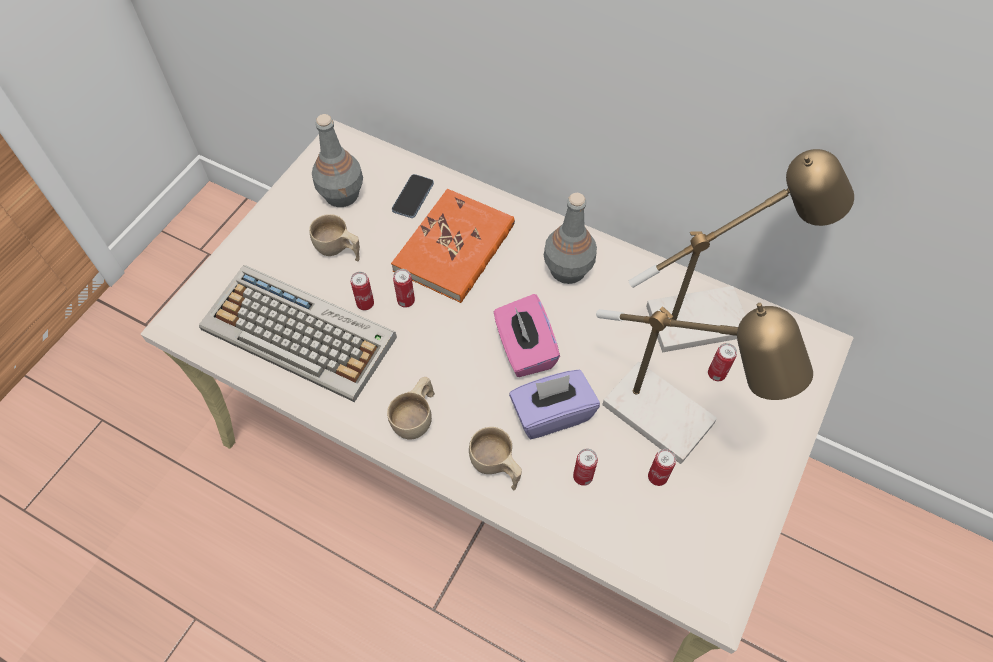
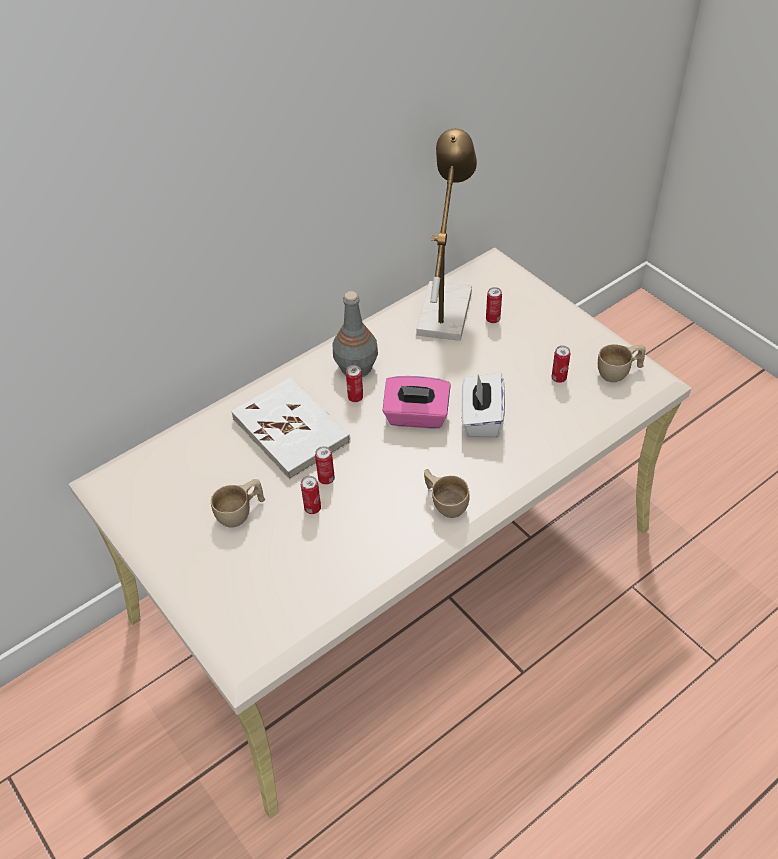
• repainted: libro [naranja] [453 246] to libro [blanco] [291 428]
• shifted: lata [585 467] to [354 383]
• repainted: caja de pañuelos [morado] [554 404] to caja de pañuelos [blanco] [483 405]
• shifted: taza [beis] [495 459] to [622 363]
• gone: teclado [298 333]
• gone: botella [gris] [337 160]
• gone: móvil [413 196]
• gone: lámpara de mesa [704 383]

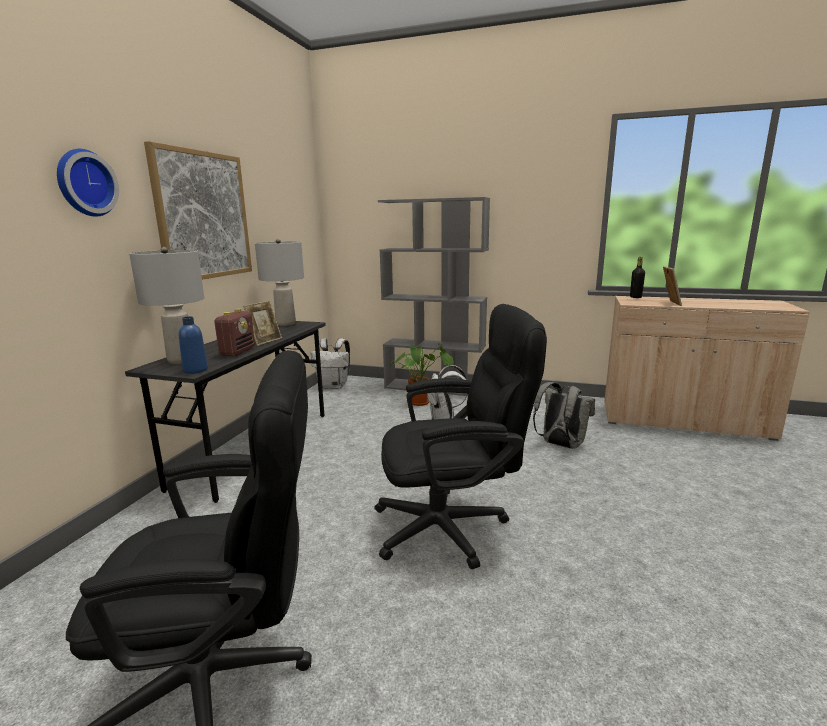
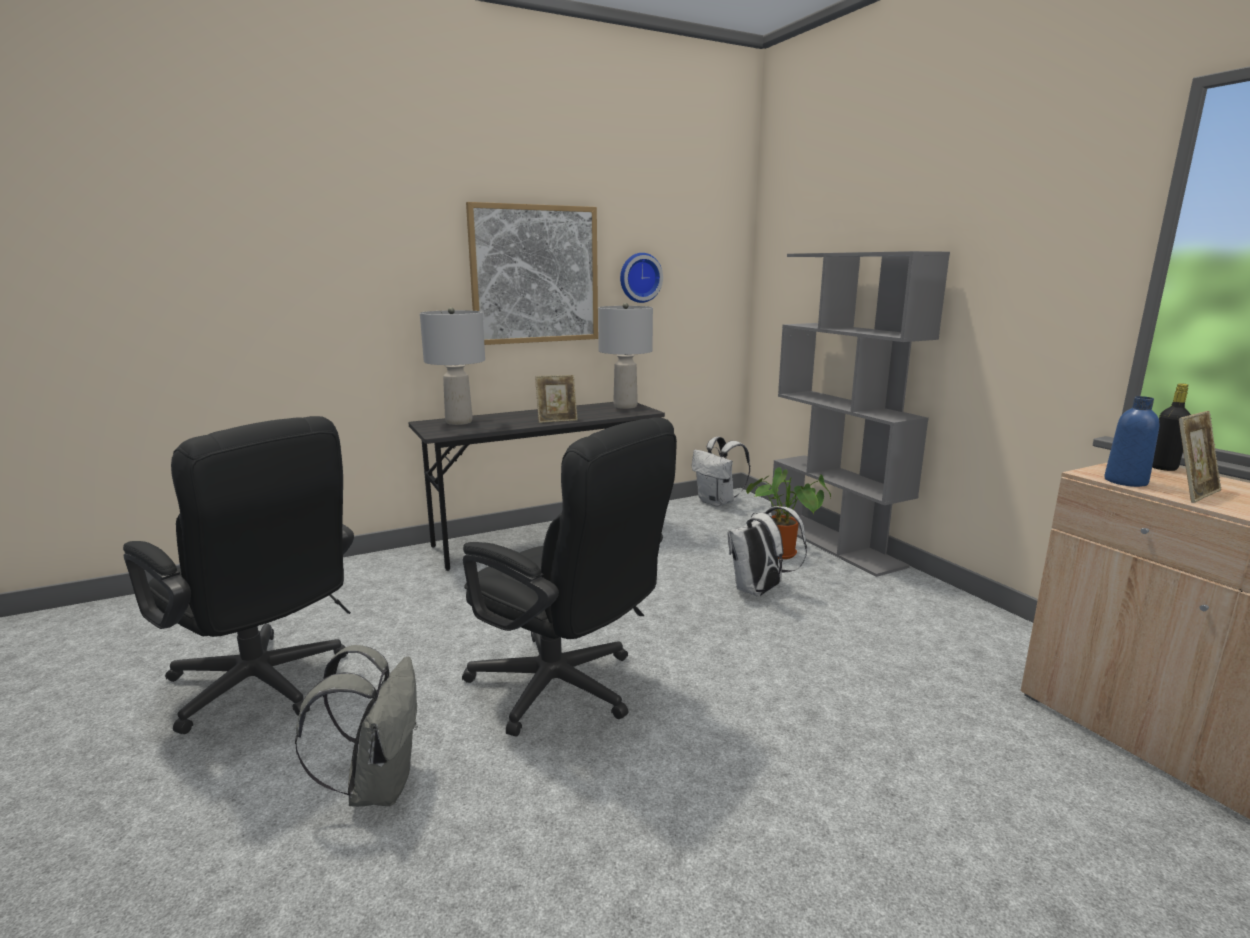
• shifted: mochila [gris] [564 415] to [356 726]
• shifted: reloj de pared [88 183] to [641 278]
• shifted: botella [azul] [193 345] to [1131 441]
• gone: radio [235 332]

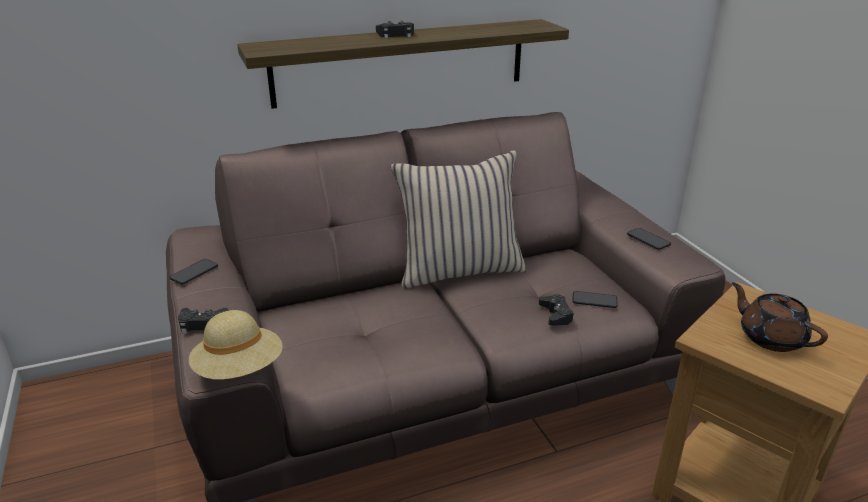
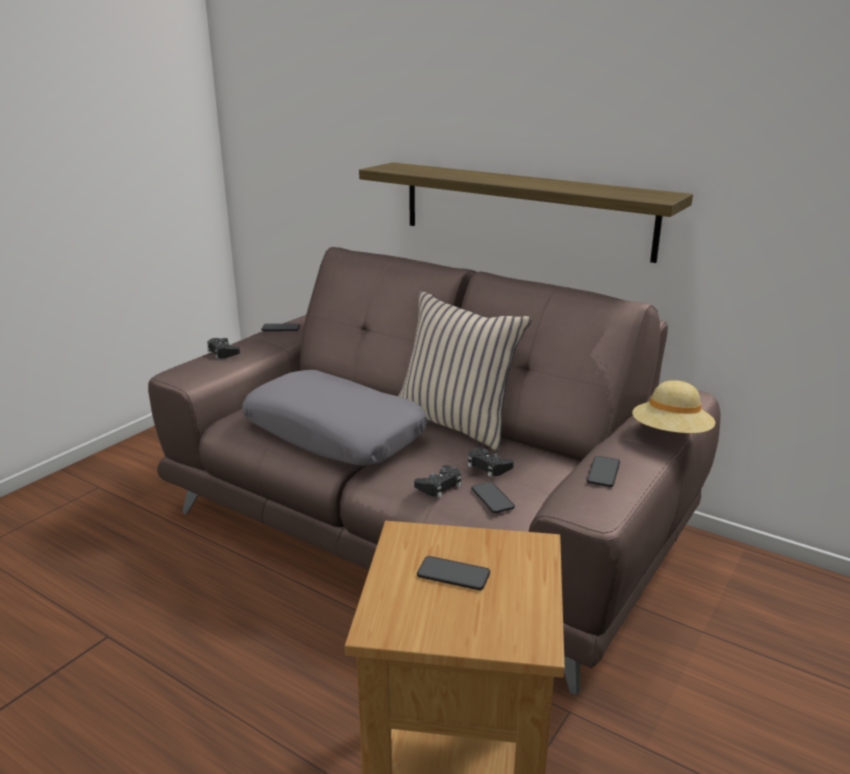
• new: cojín [gris] [334 417]
• swapped: tetera [marrón] [780 317] to móvil [453 573]
• shifted: mando de consola [negro] [395 29] to [491 462]
• shifted: sombrero [beis] [236 345] to [673 406]

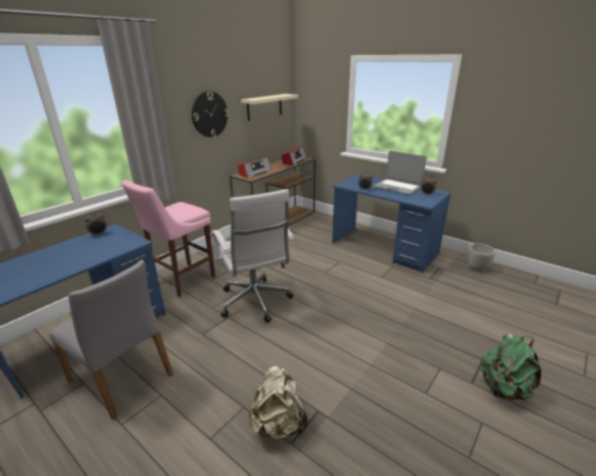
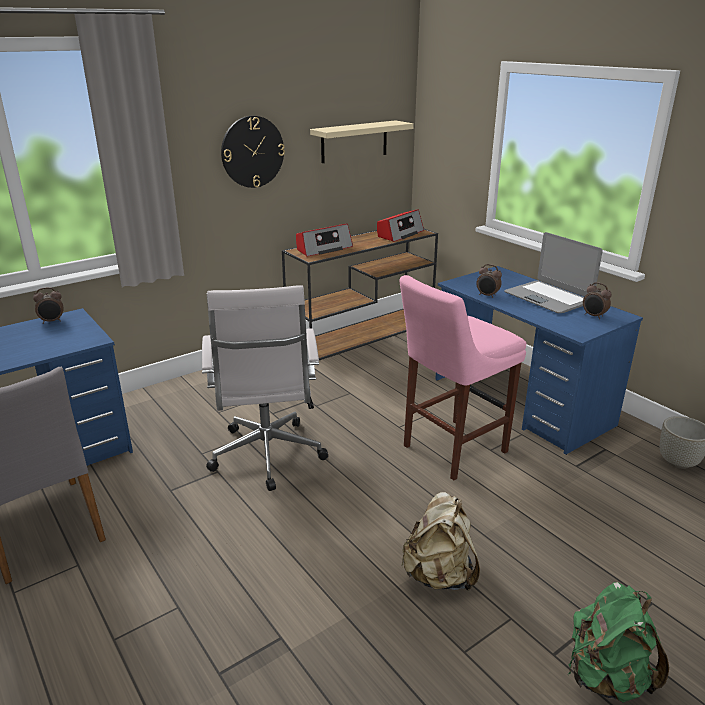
• shifted: taburete [rosa] [168 238] to [463 377]
• shifted: mochila [beis] [278 403] to [440 541]

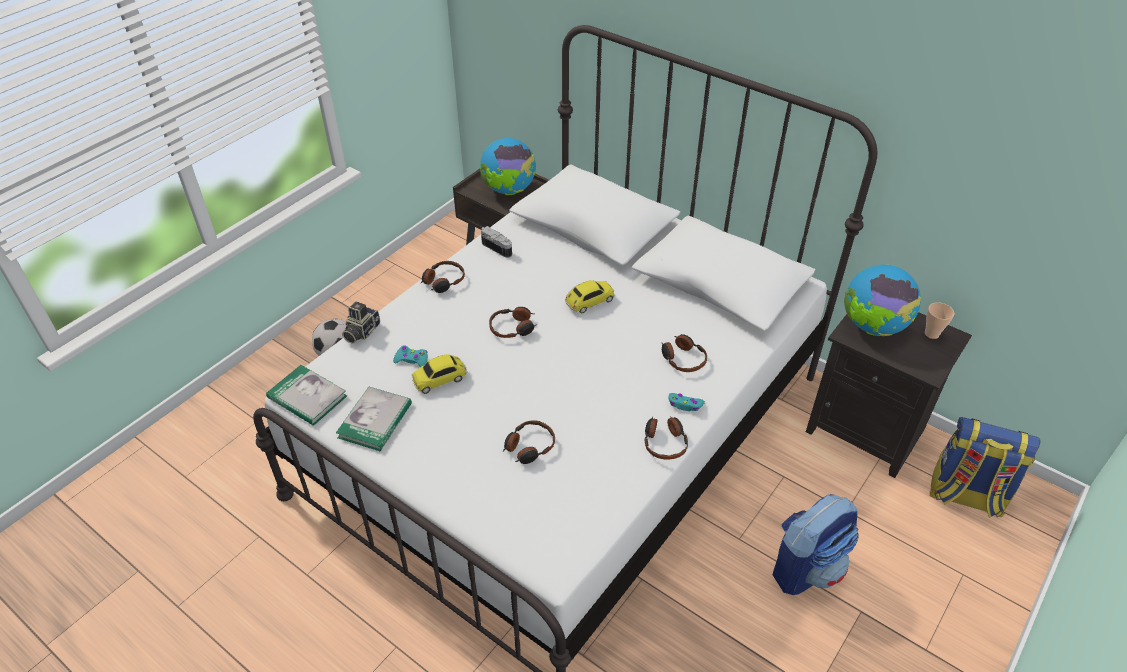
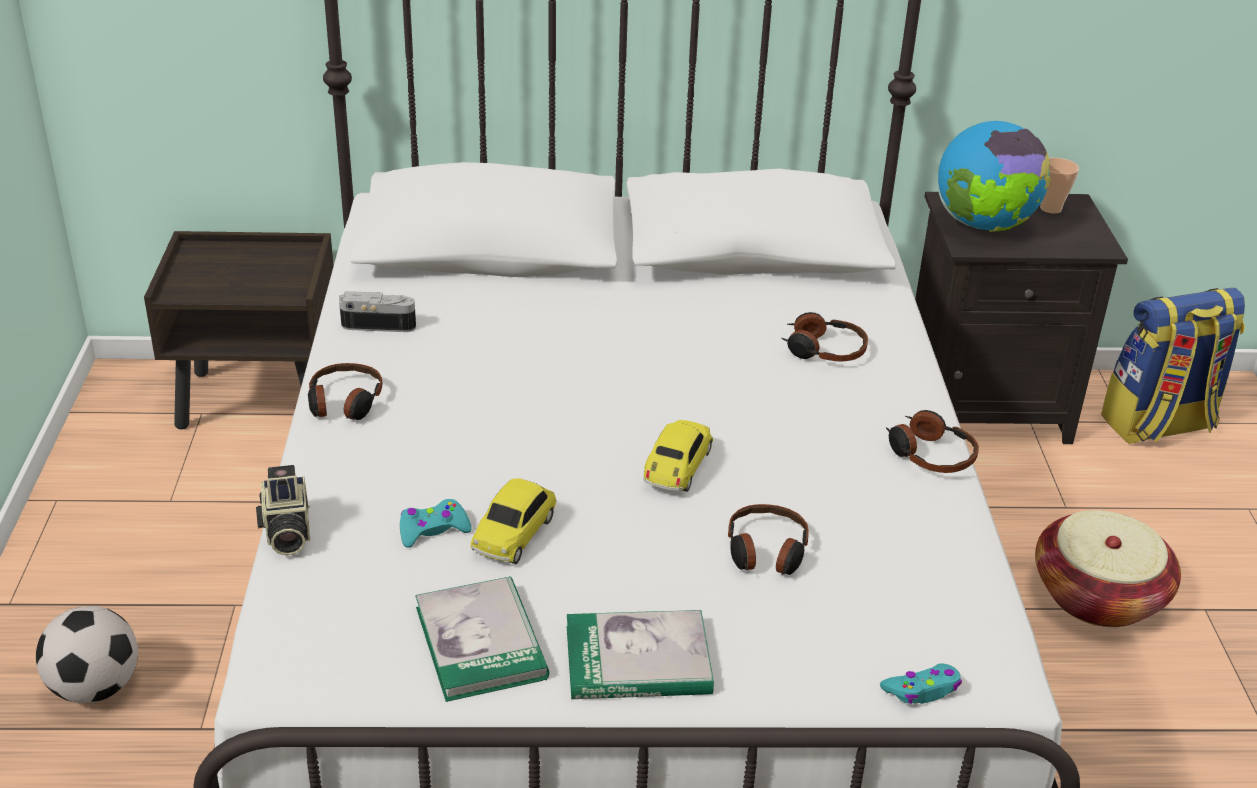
• shifted: libro [306 395] to [640 654]
• shifted: coche de juguete [589 296] to [678 456]
• shifted: mando de consola [turquesa] [686 402] to [921 683]
• swapped: mochila [816 544] to cesta [1108 568]
• gone: globo terráqueo [508 166]
• gone: auriculares [513 322]

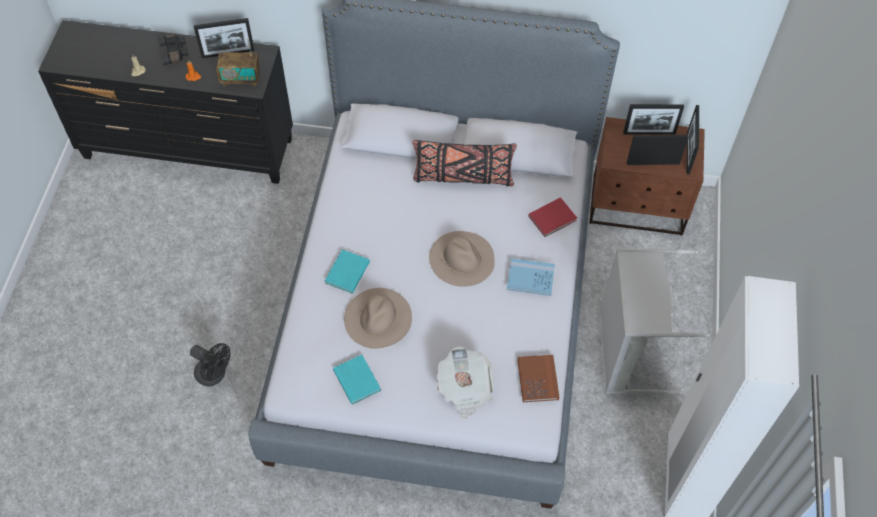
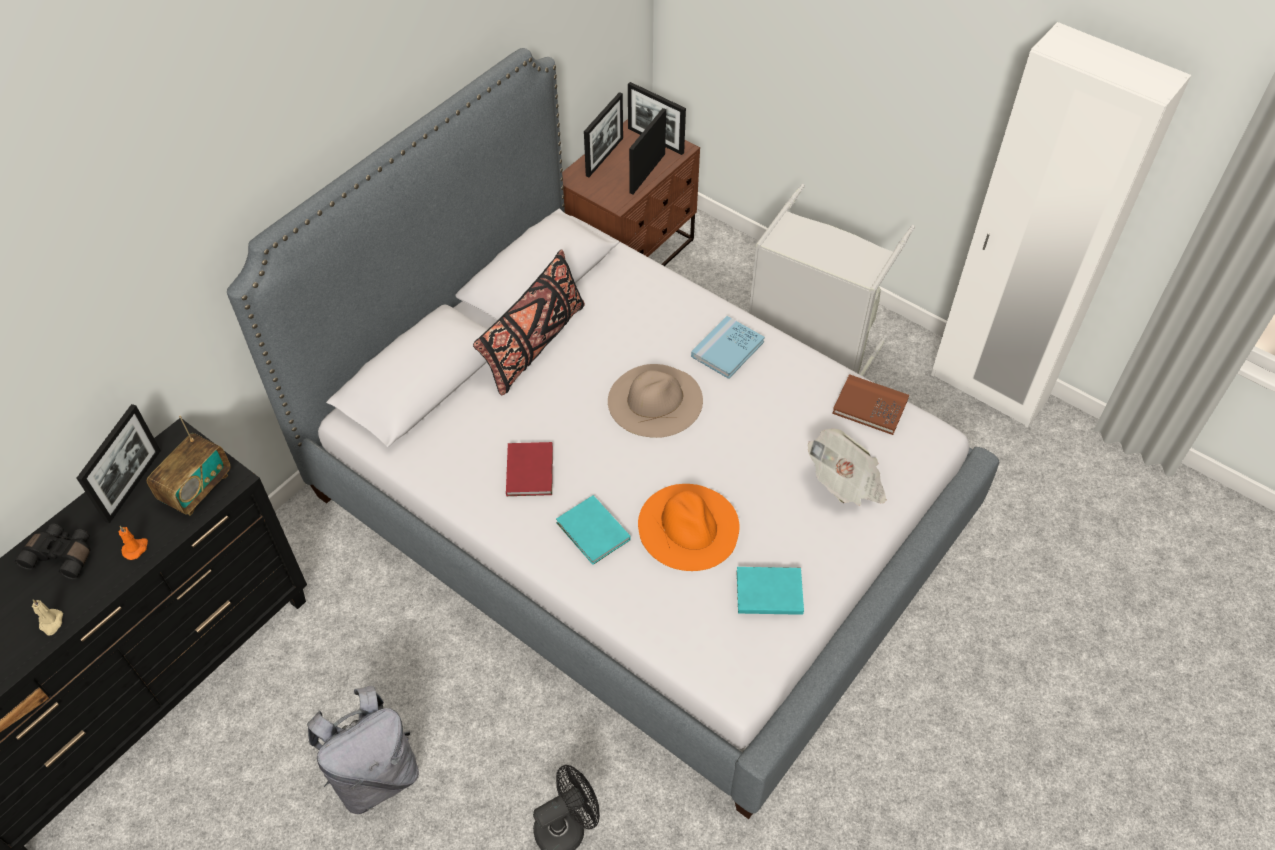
• new: mochila [gris] [363 750]
• shifted: libro [rojo] [552 217] to [529 469]
• repainted: sombrero [beis] [378 318] to sombrero [naranja] [689 527]

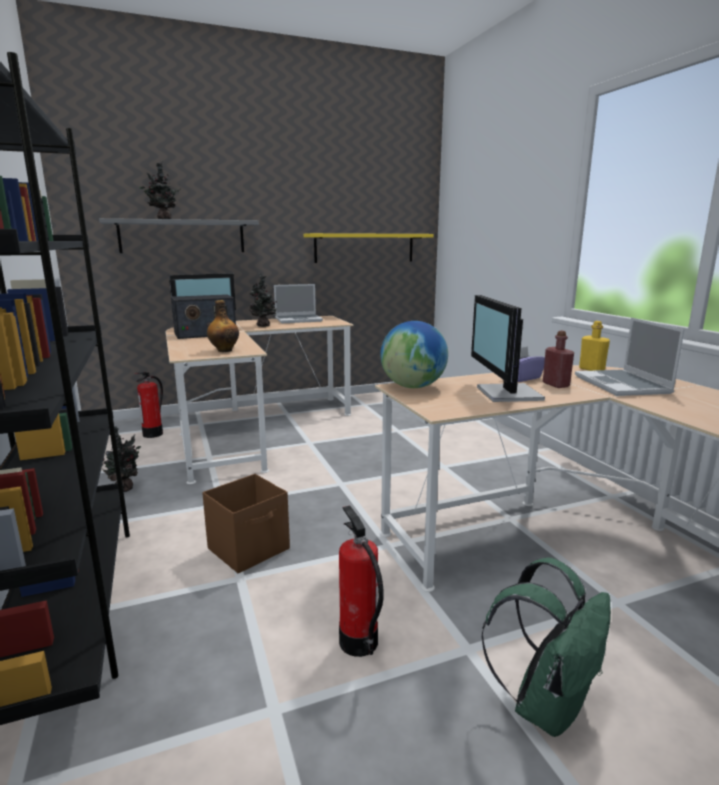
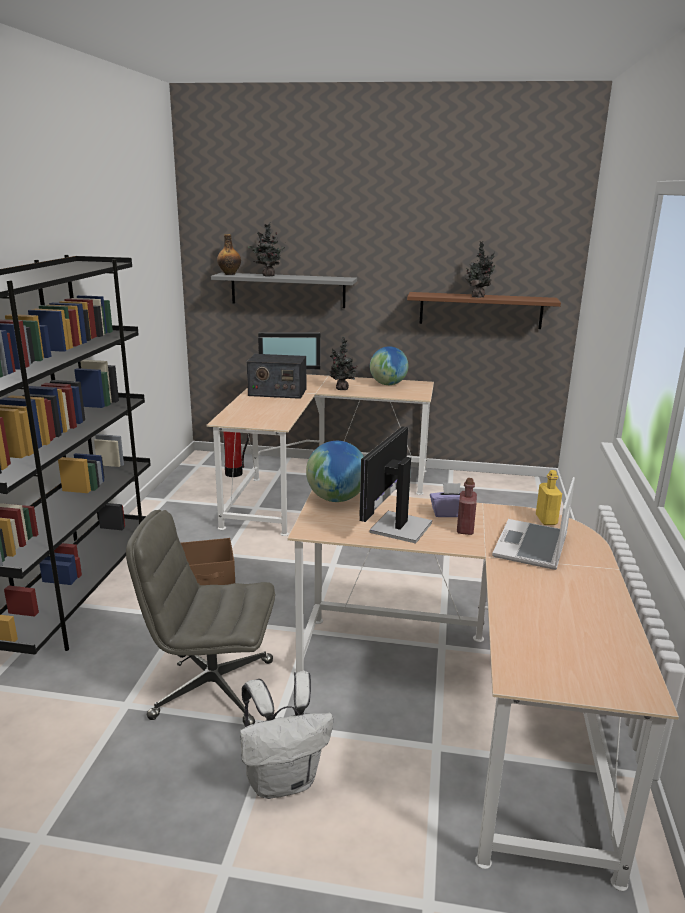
• swapped: extintor [361 581] to silla de oficina [gris] [200 617]
• shifted: botella [223 326] to [229 254]
• repainted: mochila [verde] [546 647] to mochila [blanco] [286 735]
• swapped: portátil [298 303] to globo terráqueo [389 365]
• repainted: estante [amarillo] [369 248] to estante [marrón] [484 310]
• shifted: planta en maceta [121 459] to [480 269]

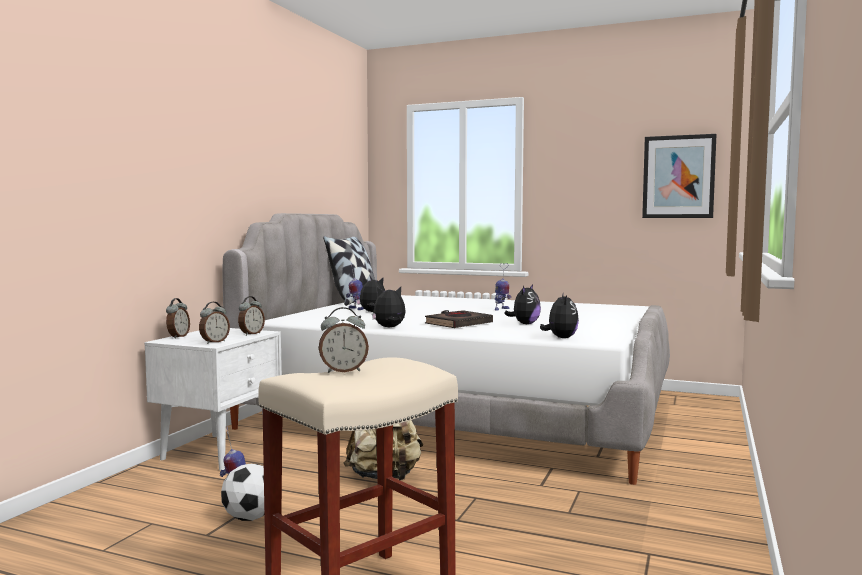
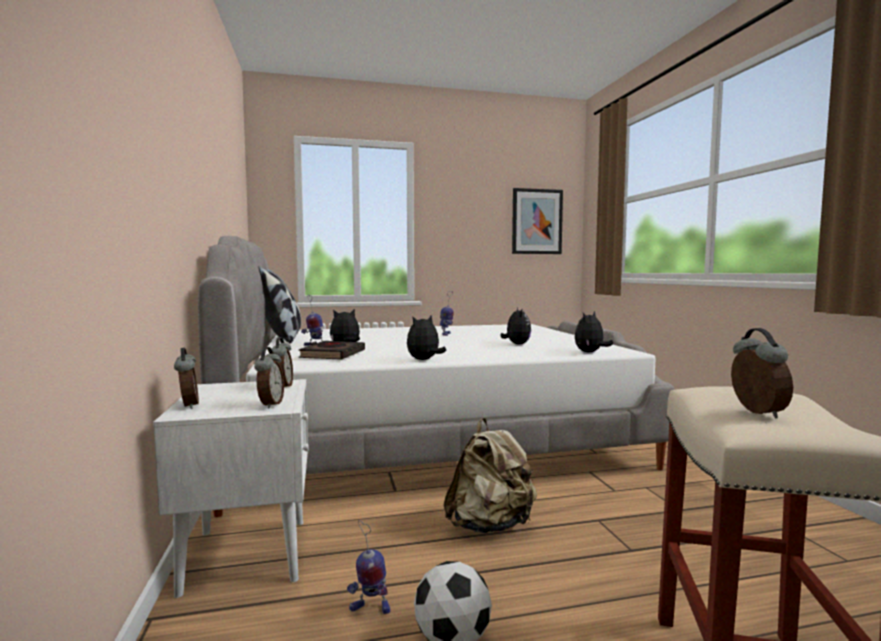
• shifted: libro [negro] [459 319] to [332 350]
• rotated: peluche [559 315] = [594 332] 105 degrees counterclockwise
• rotated: despertador [344 340] = [762 373] 45 degrees counterclockwise

